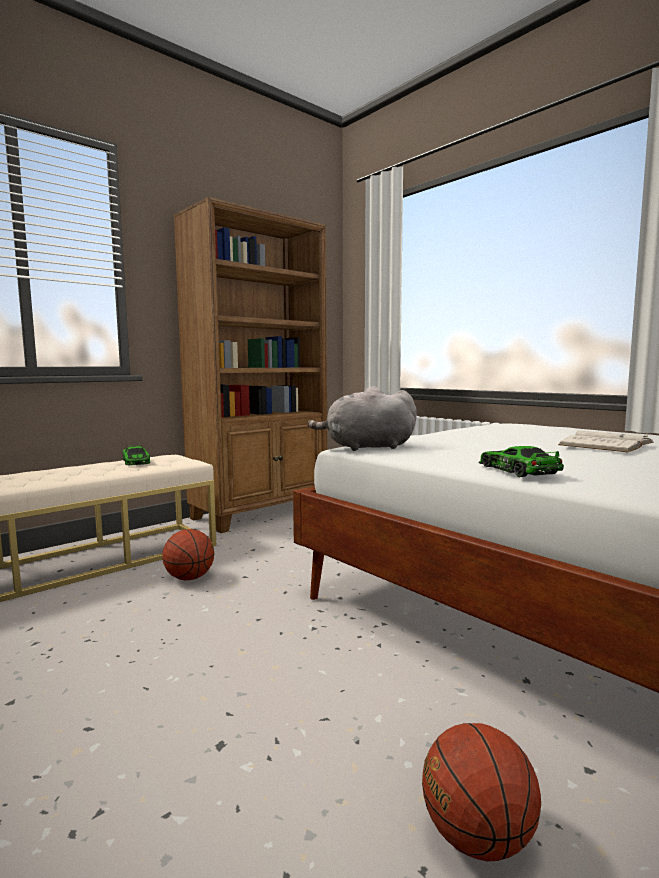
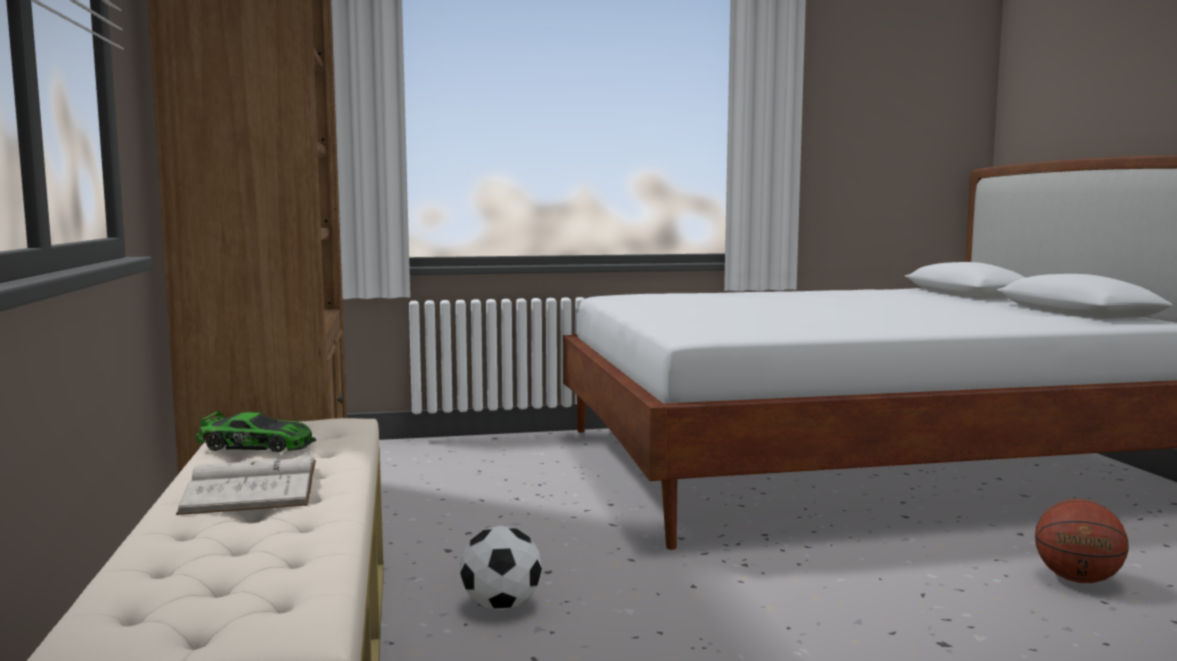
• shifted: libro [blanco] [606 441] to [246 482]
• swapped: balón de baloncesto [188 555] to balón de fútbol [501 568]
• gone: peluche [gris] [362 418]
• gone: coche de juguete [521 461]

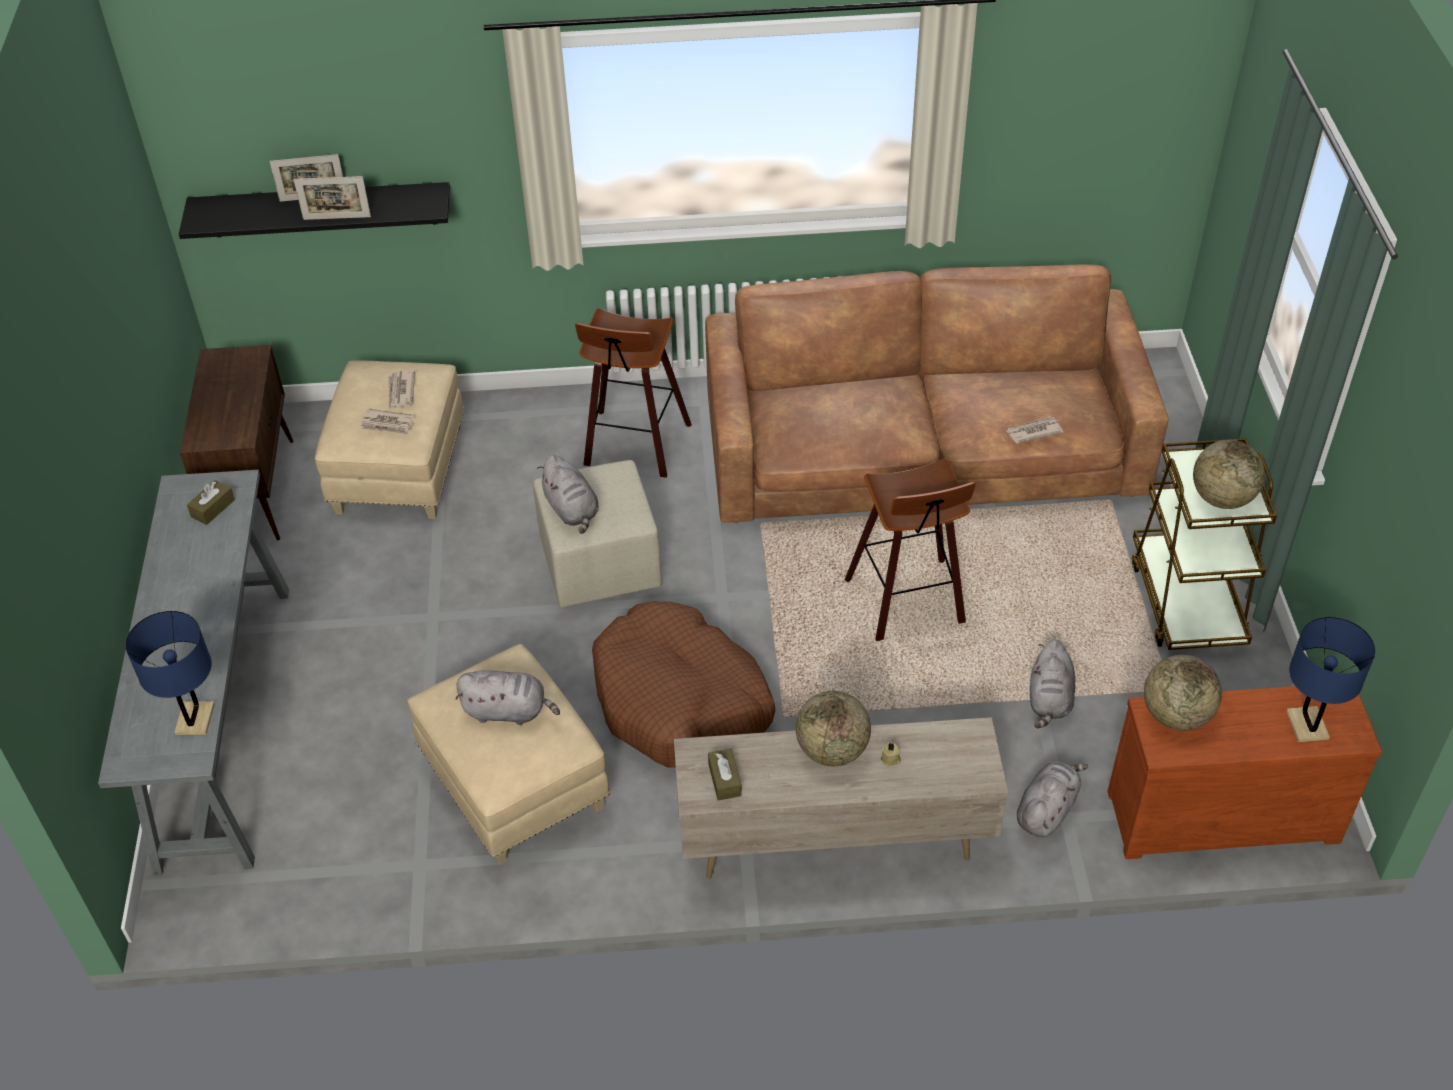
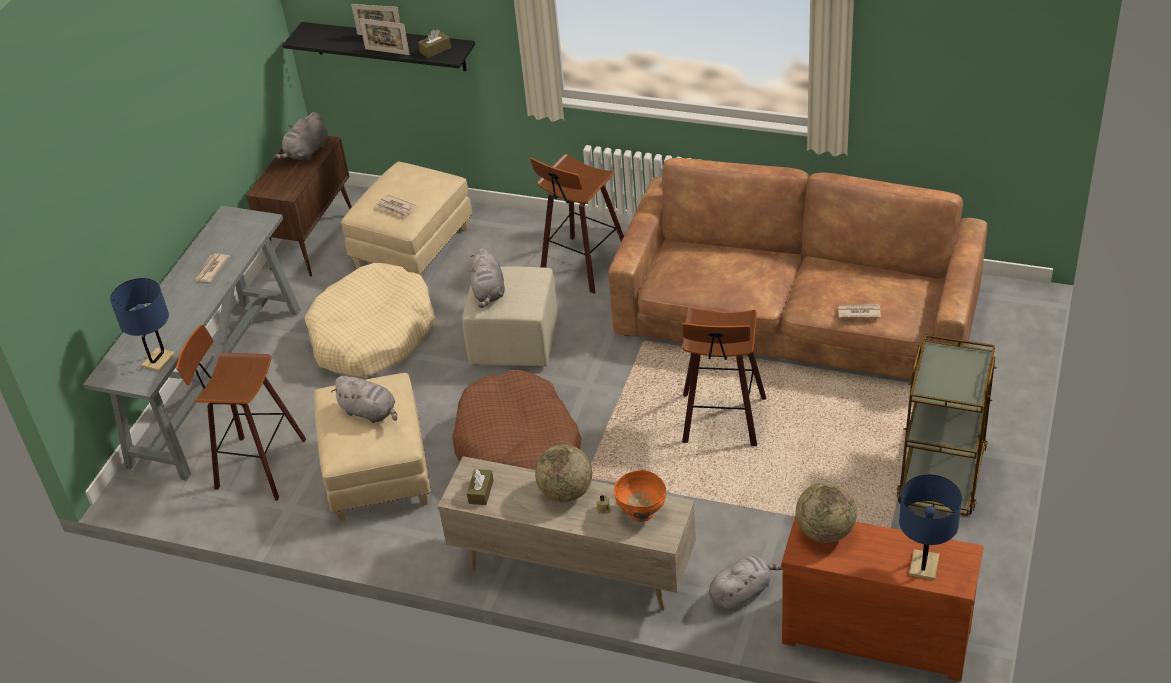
• new: taburete [241 413]
• shifted: periódico [401 389] to [212 268]
• shifted: peluche [gris] [1052 684] to [301 136]
• new: cama para perro [beis] [370 320]
• shifted: caja de pañuelos [marrón] [211 502] to [434 43]
• new: cuenco [naranja] [640 496]
• gone: globo terráqueo [1229 474]

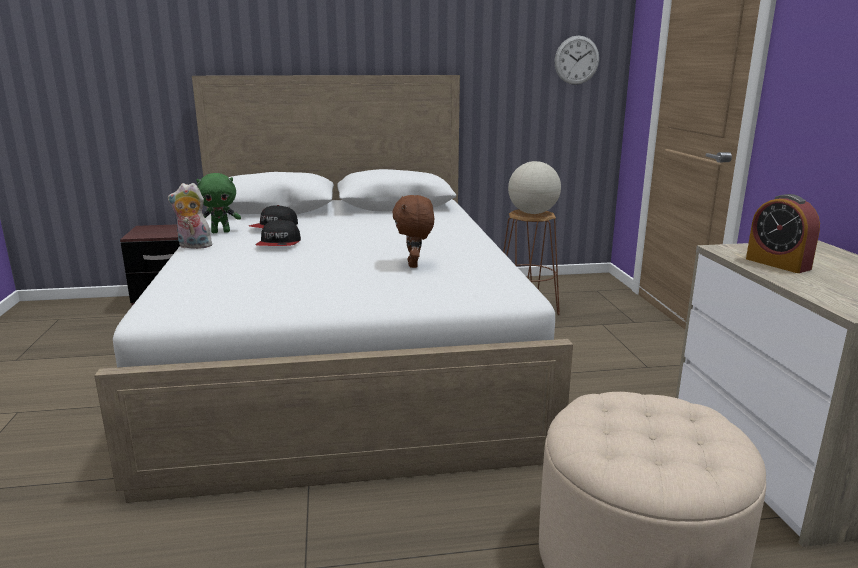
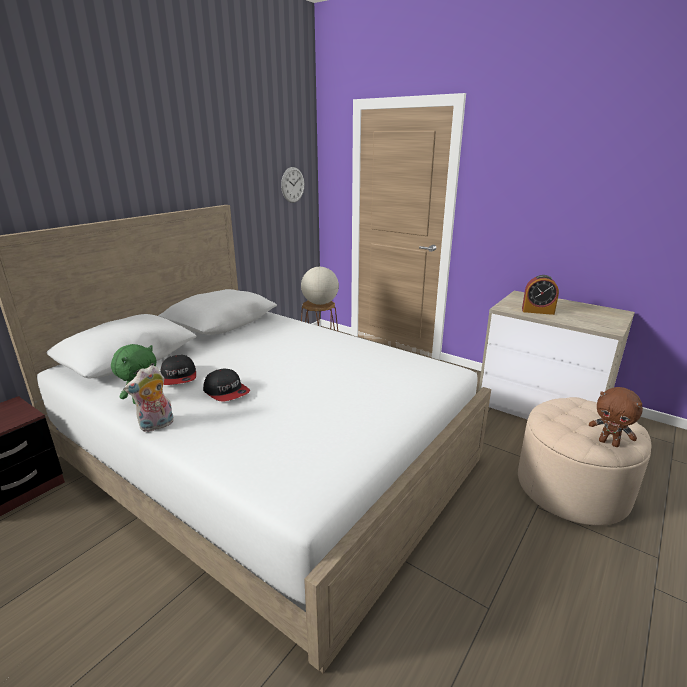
• shifted: peluche [marrón] [413 231] to [616 417]

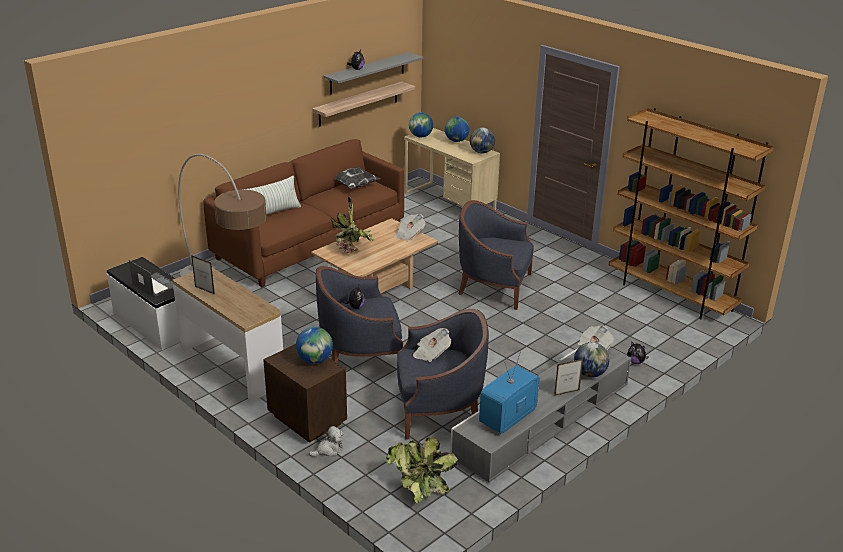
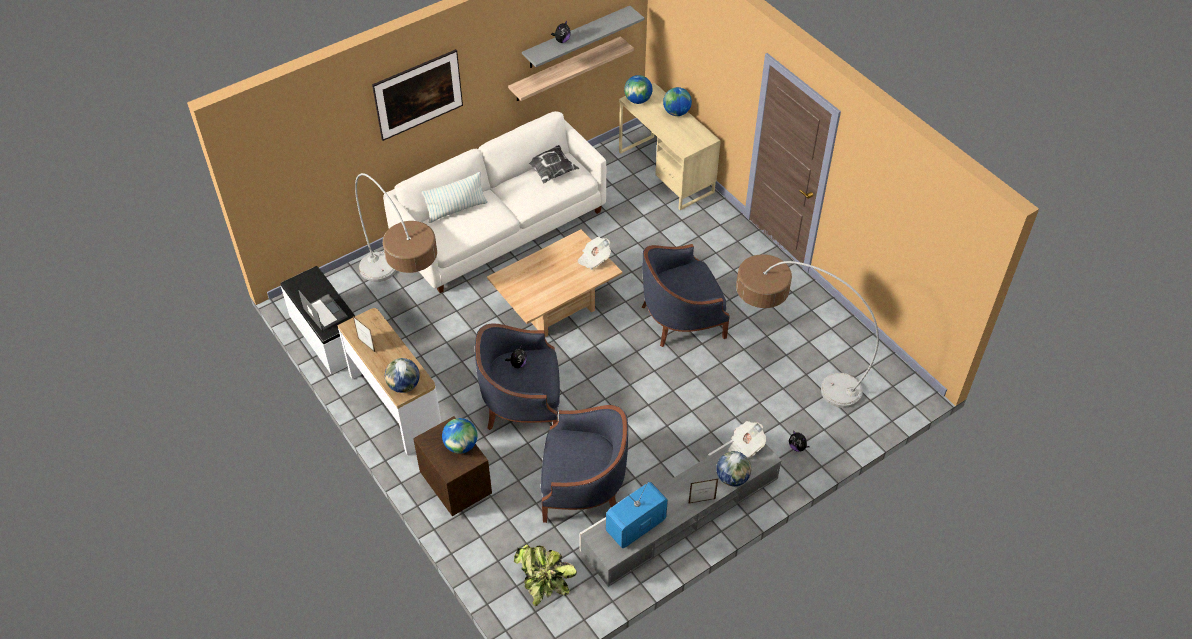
• new: cuadro [417 95]
• repainted: sofá [marrón] [303 213] to sofá [blanco] [494 202]
• shifted: globo terráqueo [482 140] to [402 375]
• rotated: sillón [azul] [496 255] = [685 295] 45 degrees counterclockwise
• new: lámpara de pie [807 331]
• gone: peluche [326 441]
• gone: planta en maceta [352 224]
• gone: periódico [432 345]
• gone: estantería [marrón] [691 213]

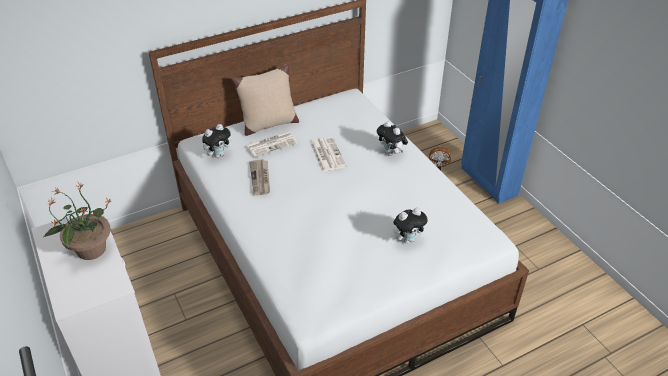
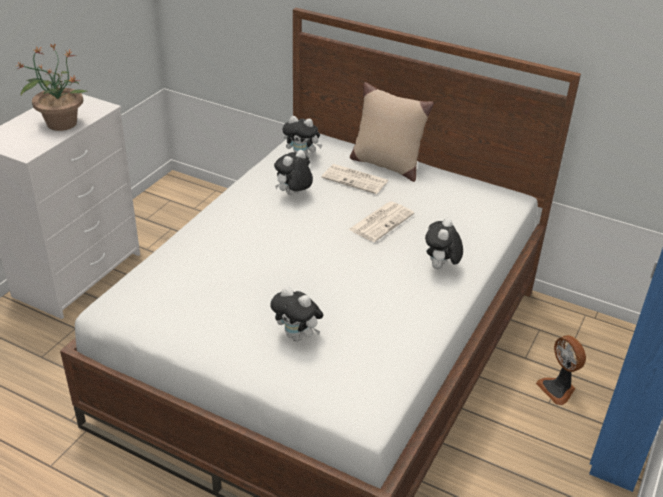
• swapped: periódico [259 177] to peluche [293 172]

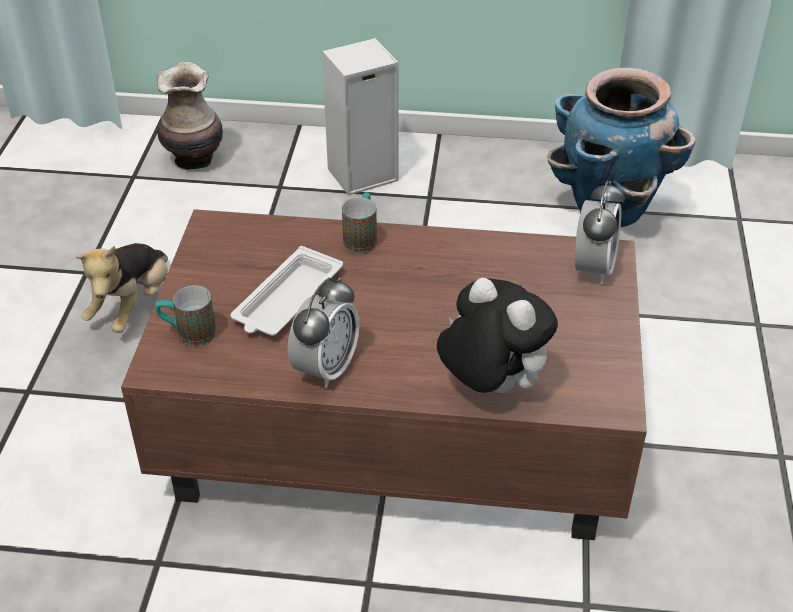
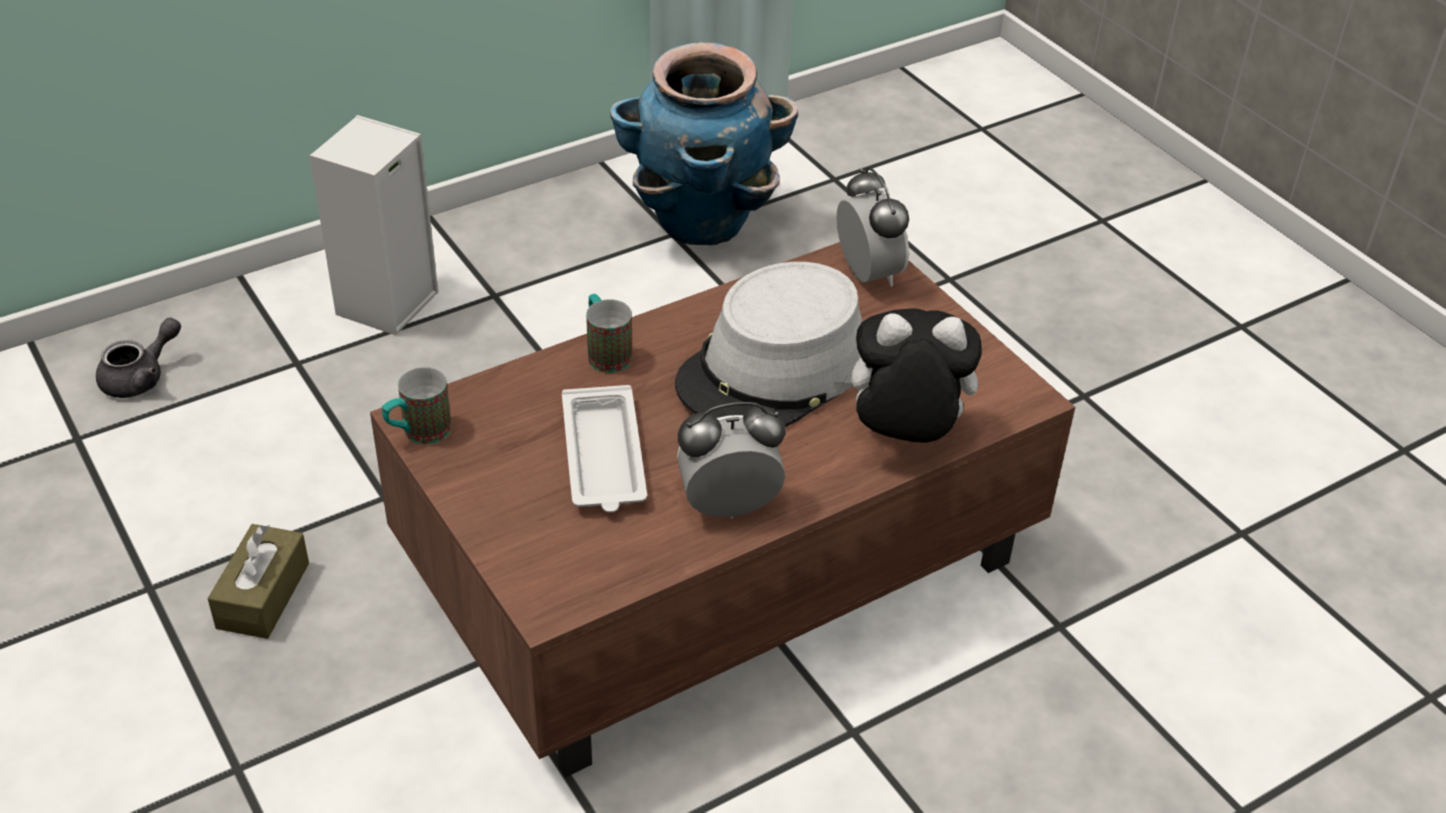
• swapped: florero [190 116] to tetera [gris] [138 358]
• swapped: peluche [122 288] to caja de pañuelos [marrón] [258 581]
• shifted: taza grande [185 315] to [417 406]
• new: sombrero [gris] [768 344]
• rotated: despertador [323 332] = [731 460] 90 degrees counterclockwise

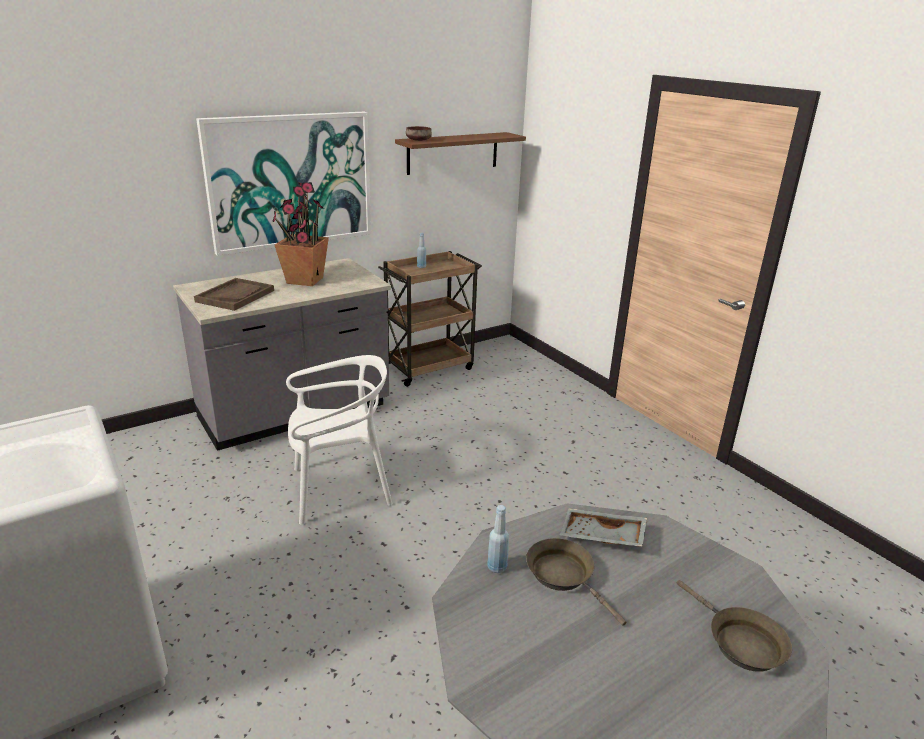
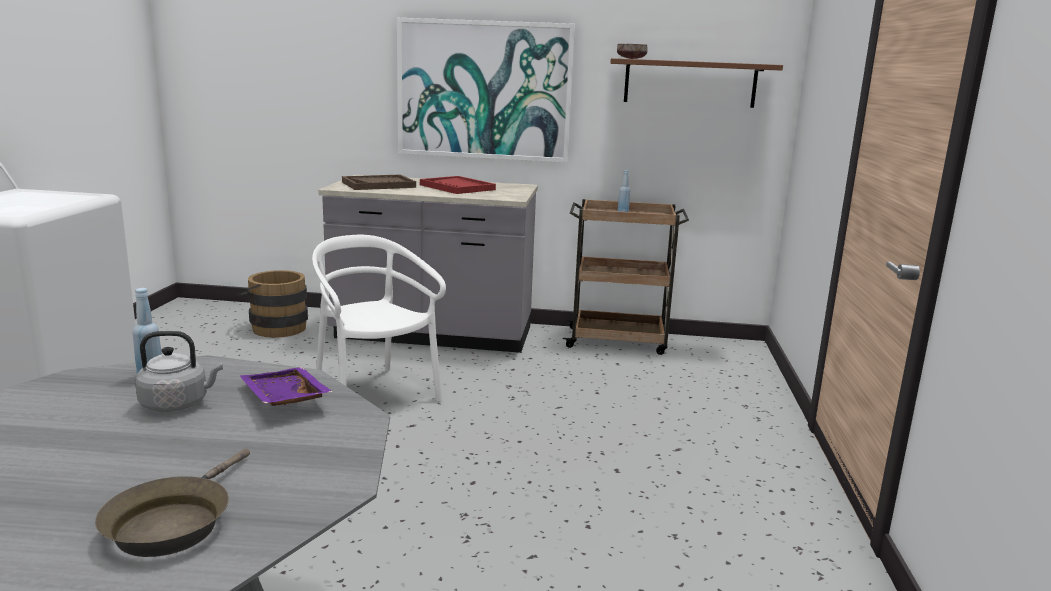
• swapped: sartén [marrón] [576 582] to hervidor [gris] [179 371]
• new: cubo [marrón] [272 304]
• repainted: bandeja [gris] [603 527] to bandeja [morado] [286 386]
• rotated: silla [blanco] [339 440] = [379 318] 150 degrees counterclockwise
• swapped: planta en maceta [300 234] to bandeja [rojo] [458 185]

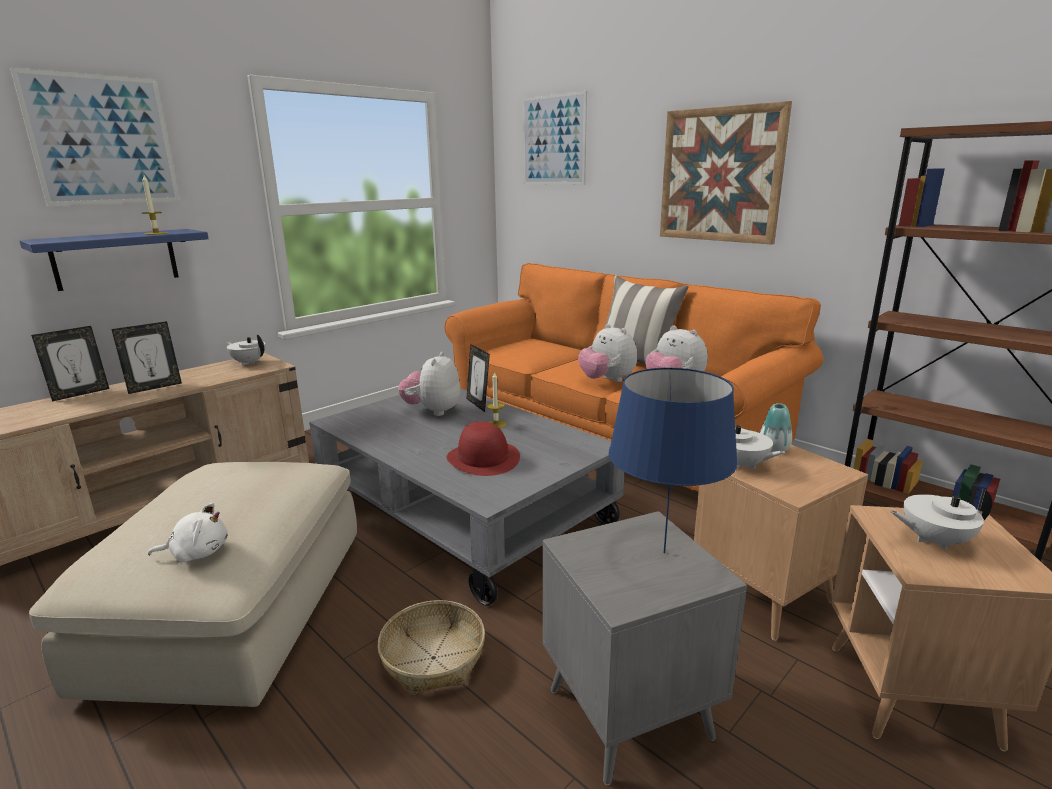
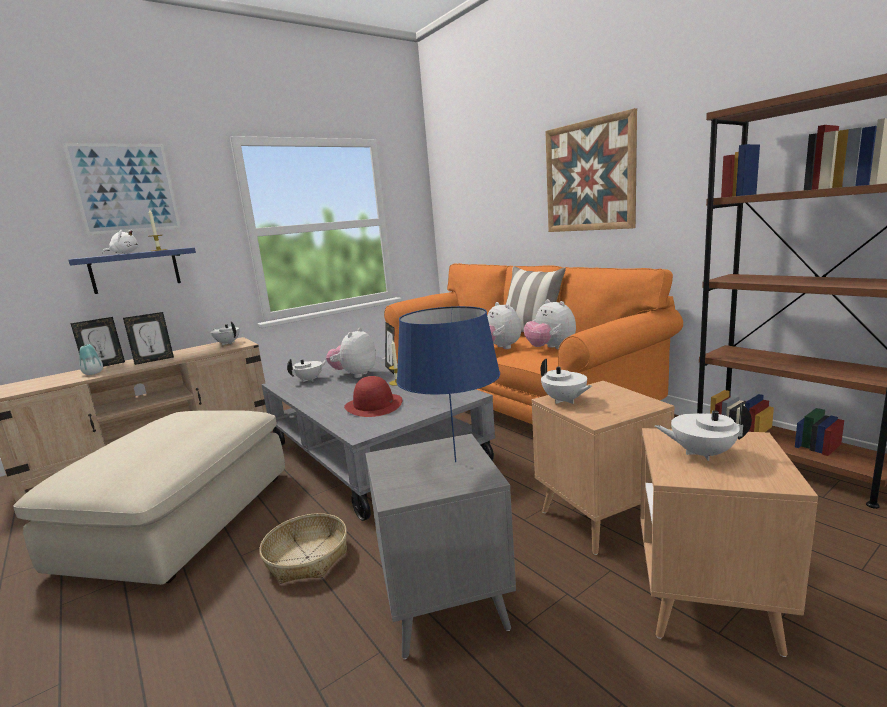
• shifted: florero [776 427] to [91 359]
• shifted: peluche [blanco] [188 532] to [120 242]
• new: tetera [blanco] [307 370]
• gone: cuadro [555 138]

